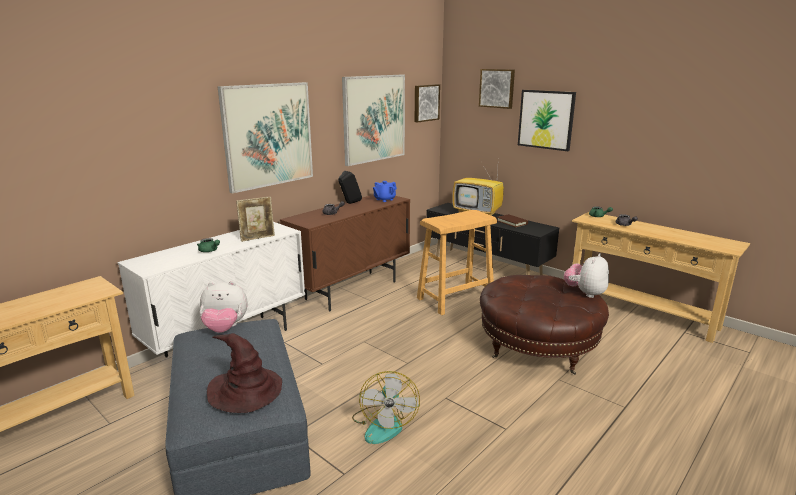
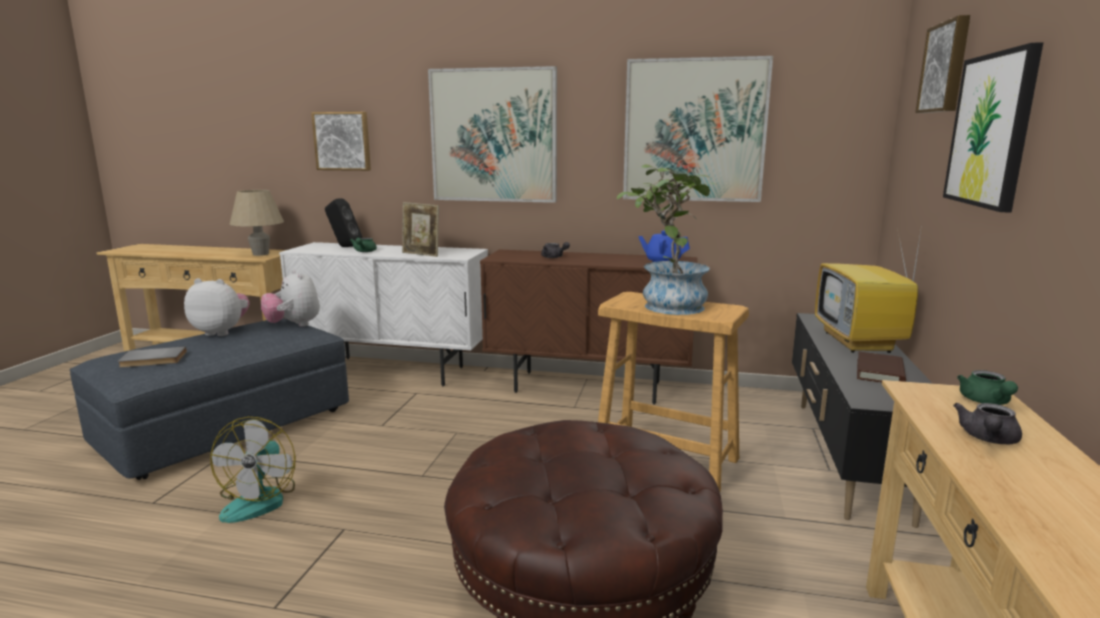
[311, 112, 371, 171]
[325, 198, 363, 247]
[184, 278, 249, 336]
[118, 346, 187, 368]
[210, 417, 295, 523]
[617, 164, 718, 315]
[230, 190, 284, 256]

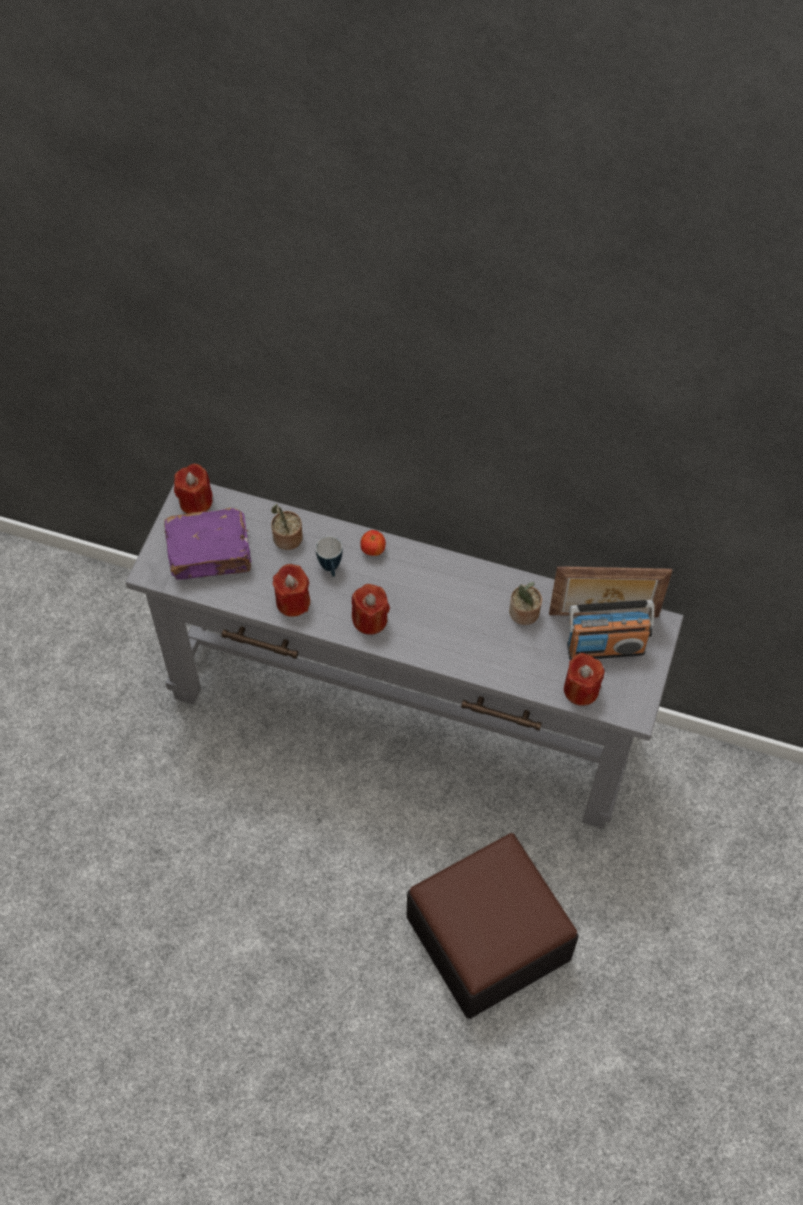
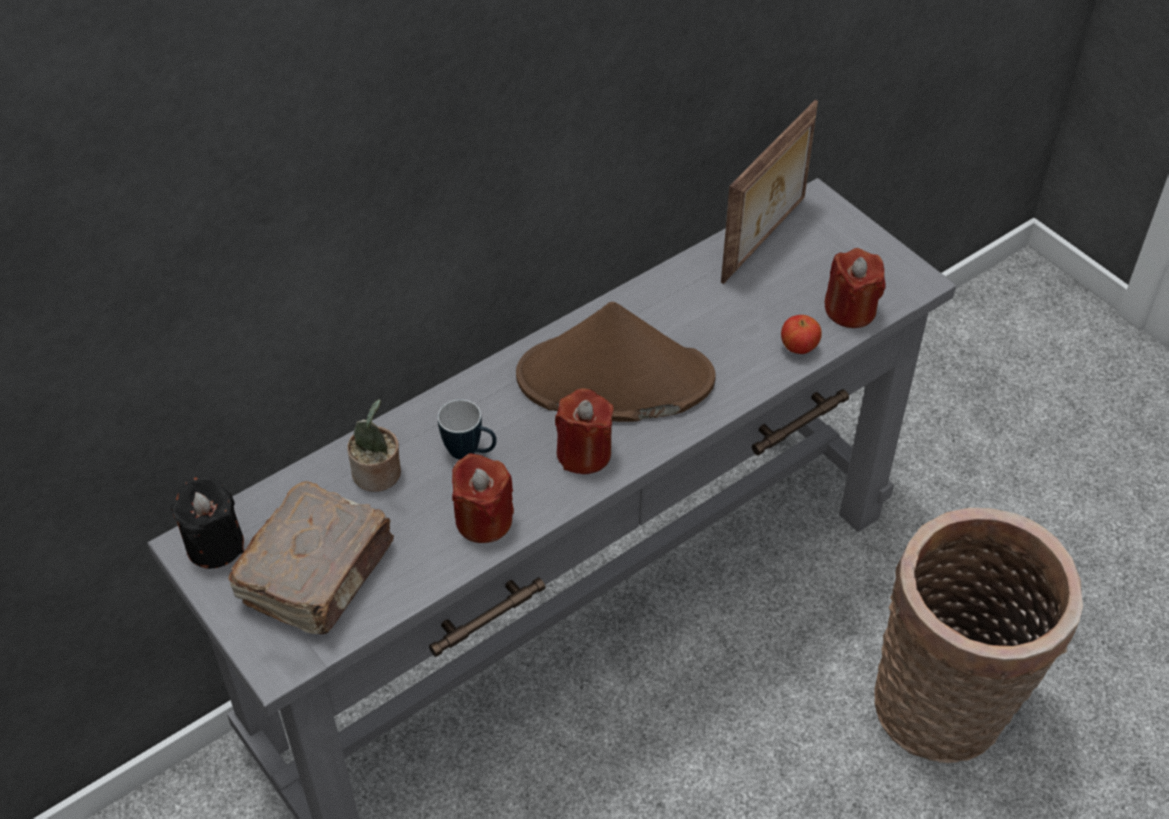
[171, 476, 244, 569]
[228, 481, 394, 634]
[781, 315, 822, 354]
[509, 582, 542, 625] (first image)
[567, 600, 655, 660] (first image)
[875, 508, 1083, 763]
[516, 302, 716, 422]

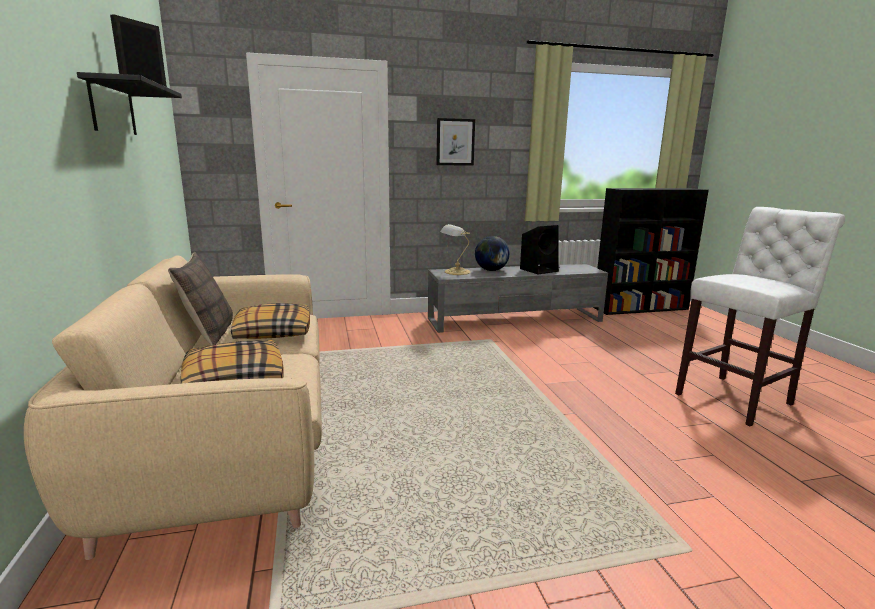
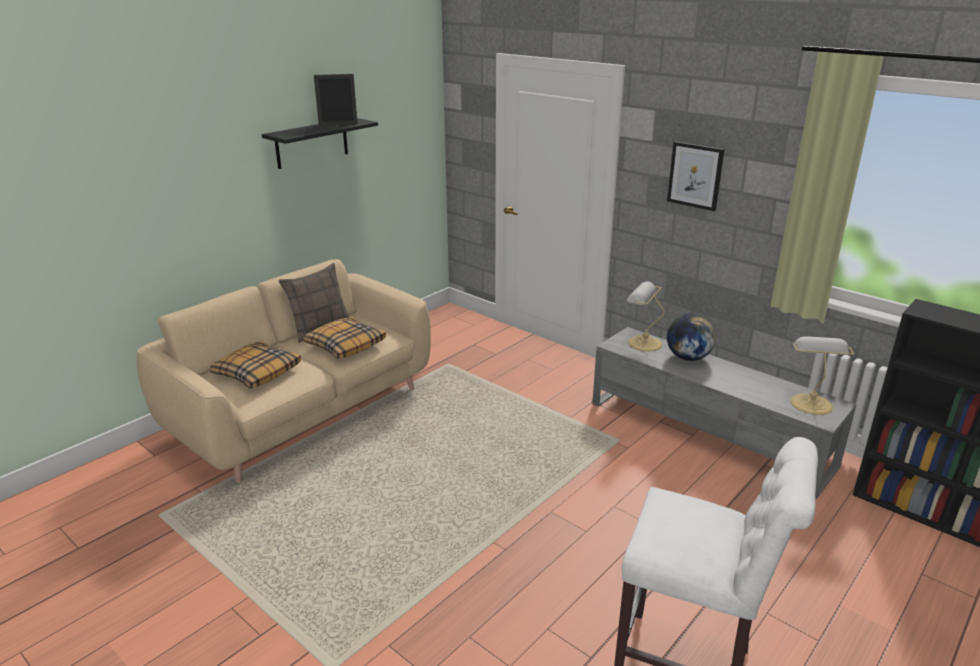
[520, 225, 559, 274] (first image)
[791, 336, 854, 415]

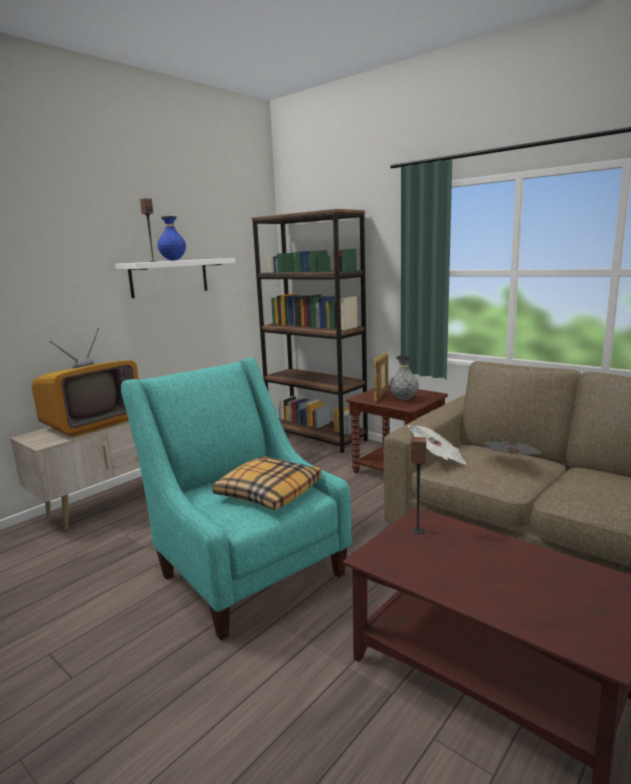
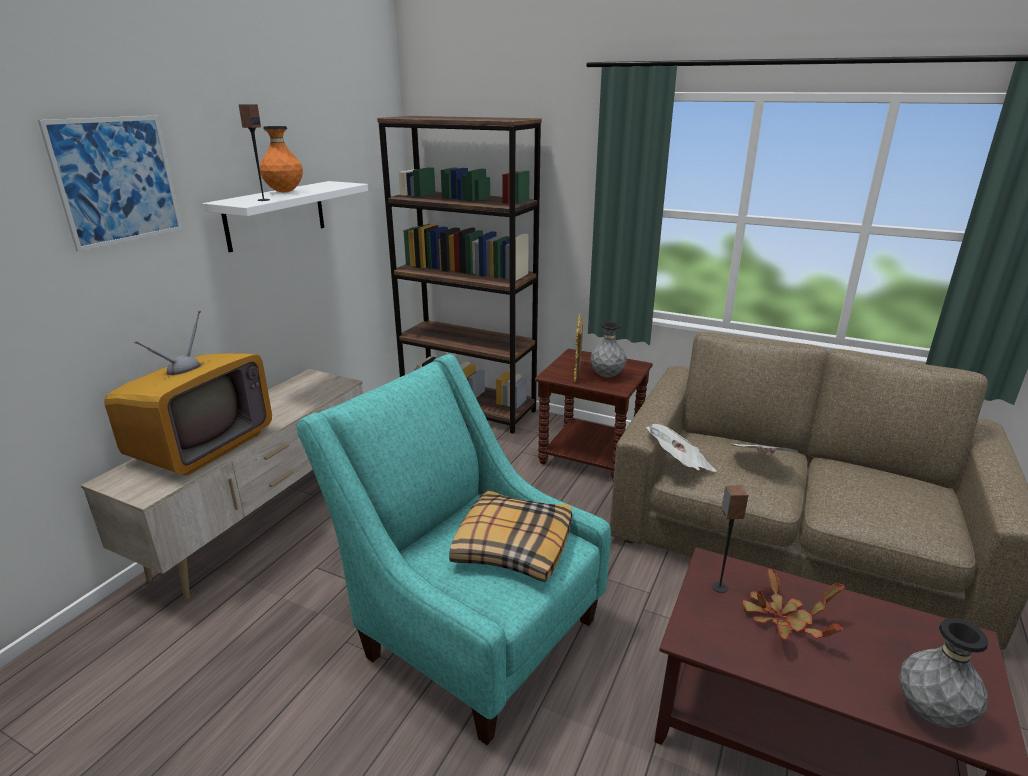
[260, 126, 303, 193]
[38, 116, 183, 252]
[742, 568, 845, 640]
[899, 618, 988, 728]

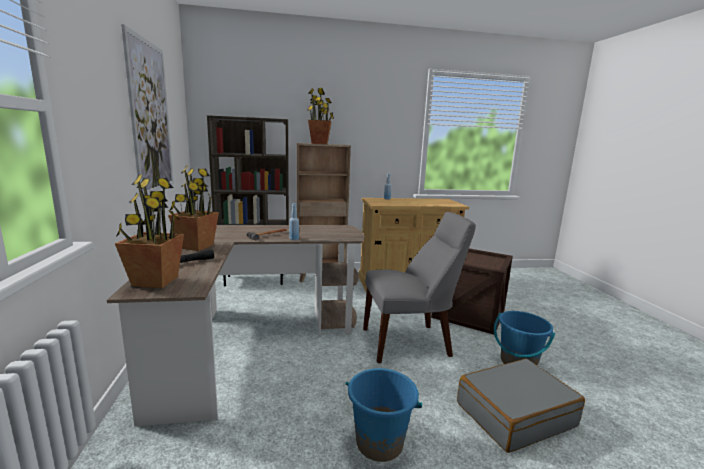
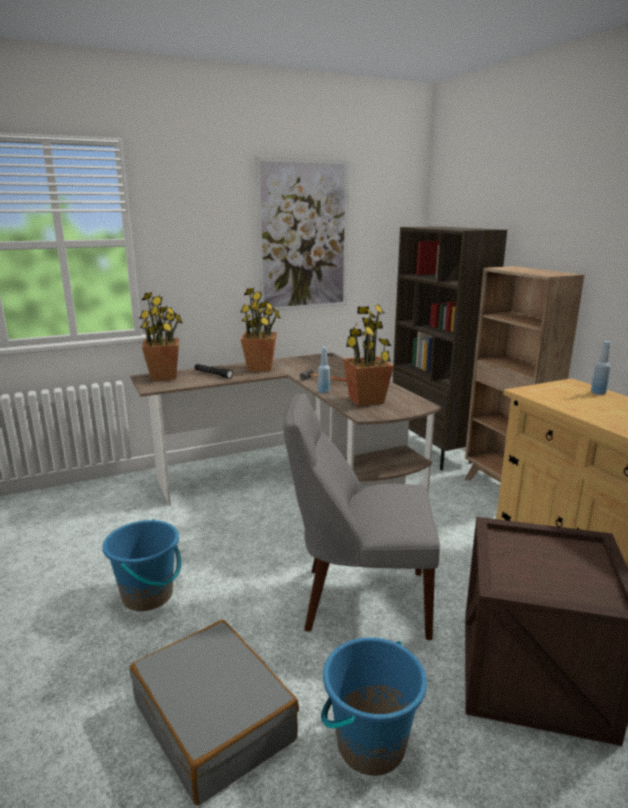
[343, 304, 394, 406]
[283, 393, 440, 640]

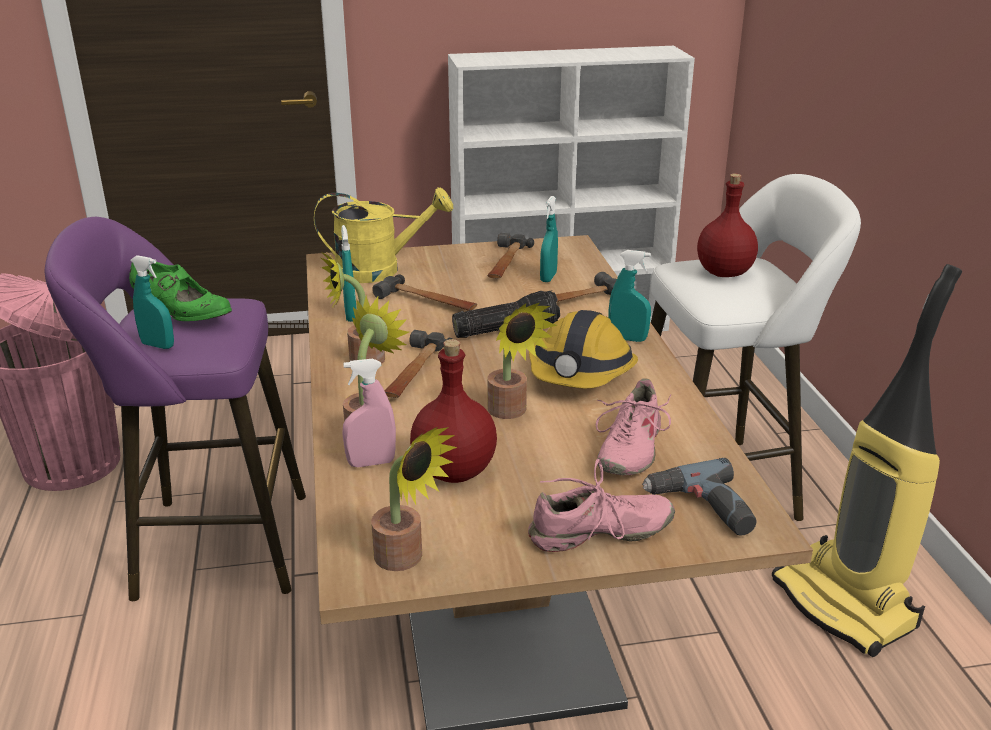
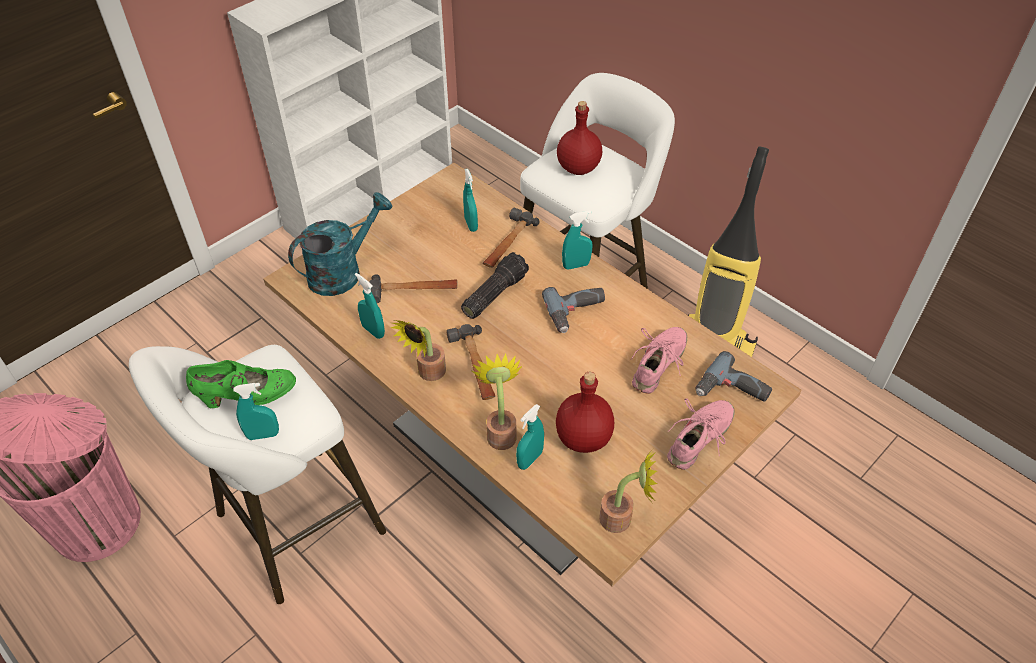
[288, 192, 392, 296]
[129, 345, 386, 604]
[488, 233, 534, 279] (first image)
[487, 303, 558, 419] (first image)
[542, 287, 605, 333]
[516, 404, 544, 470]
[630, 327, 687, 394]

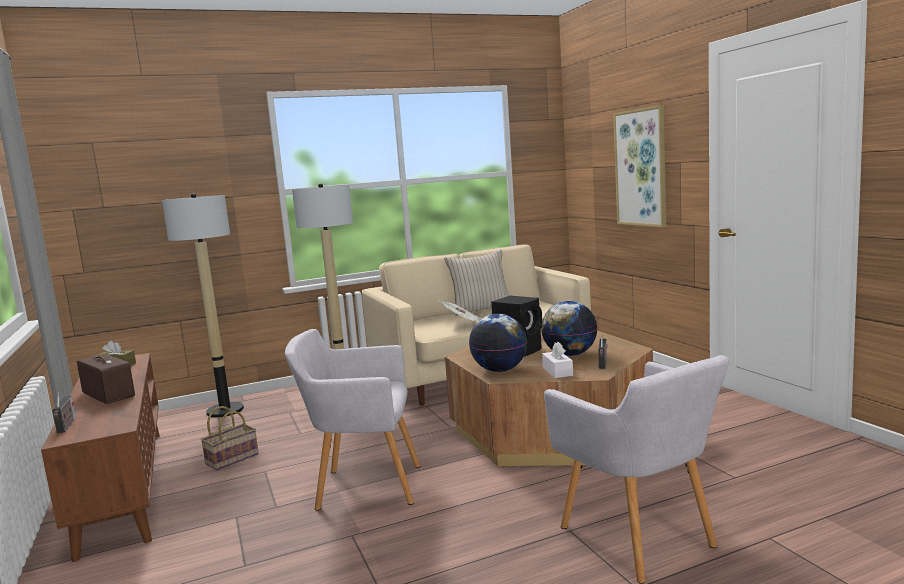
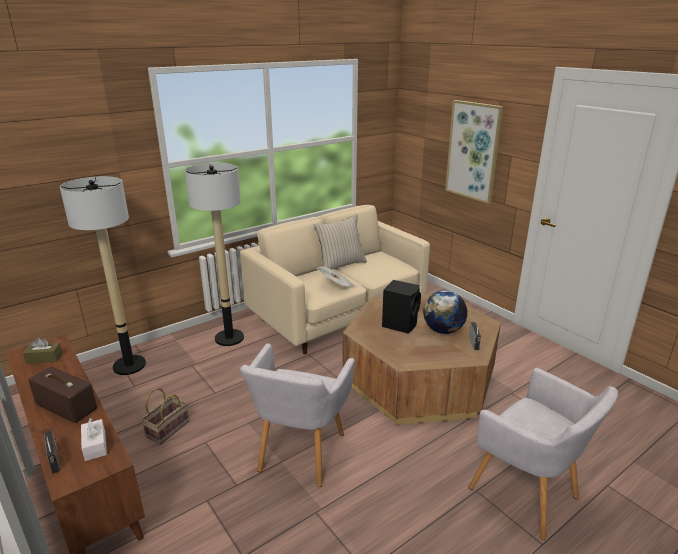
[469, 314, 527, 372] (first image)
[240, 343, 355, 487]
[81, 418, 107, 461]

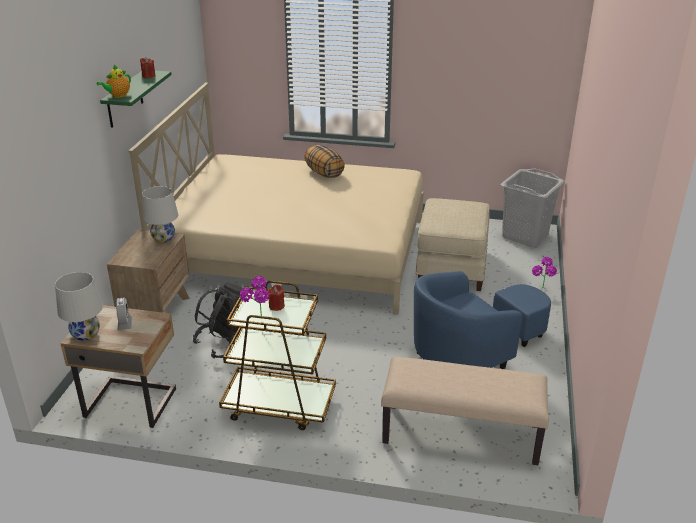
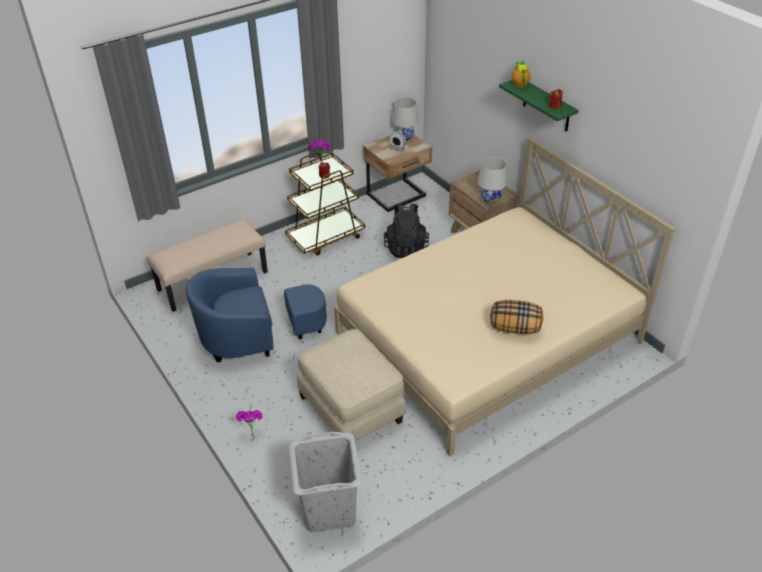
[186, 268, 327, 362]

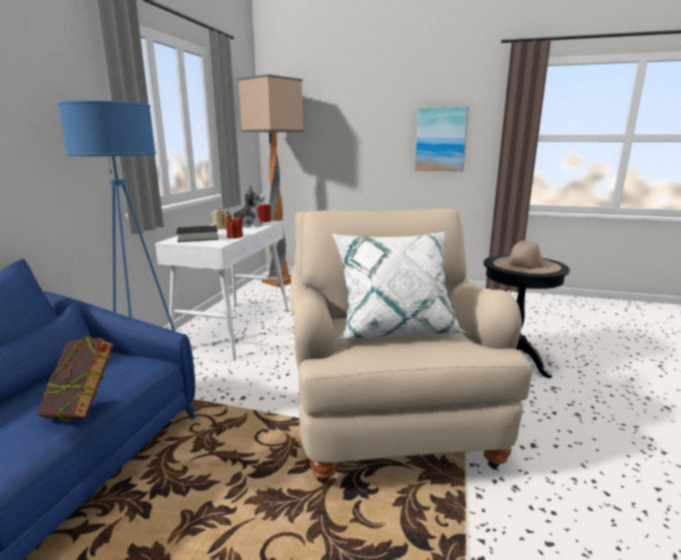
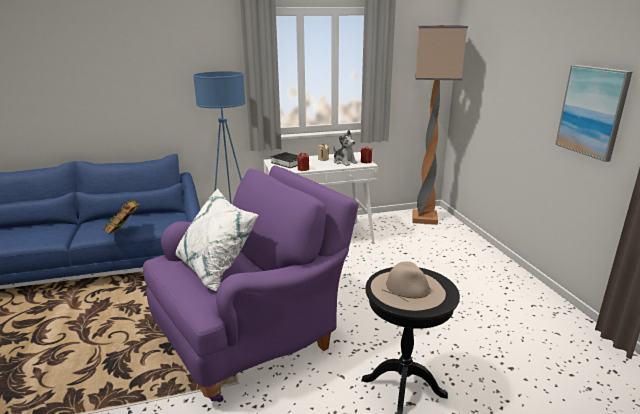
[143, 165, 358, 402]

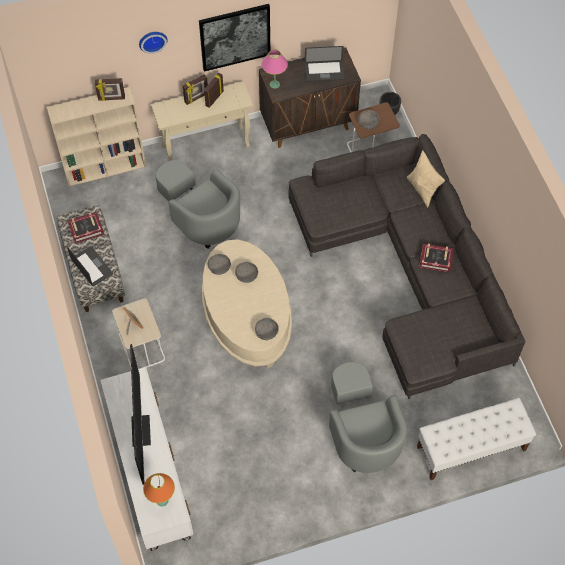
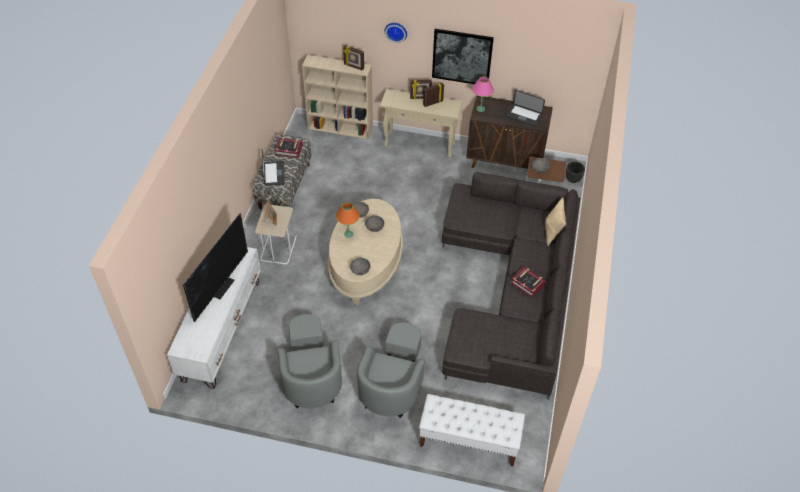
[277, 314, 342, 408]
[336, 202, 360, 238]

